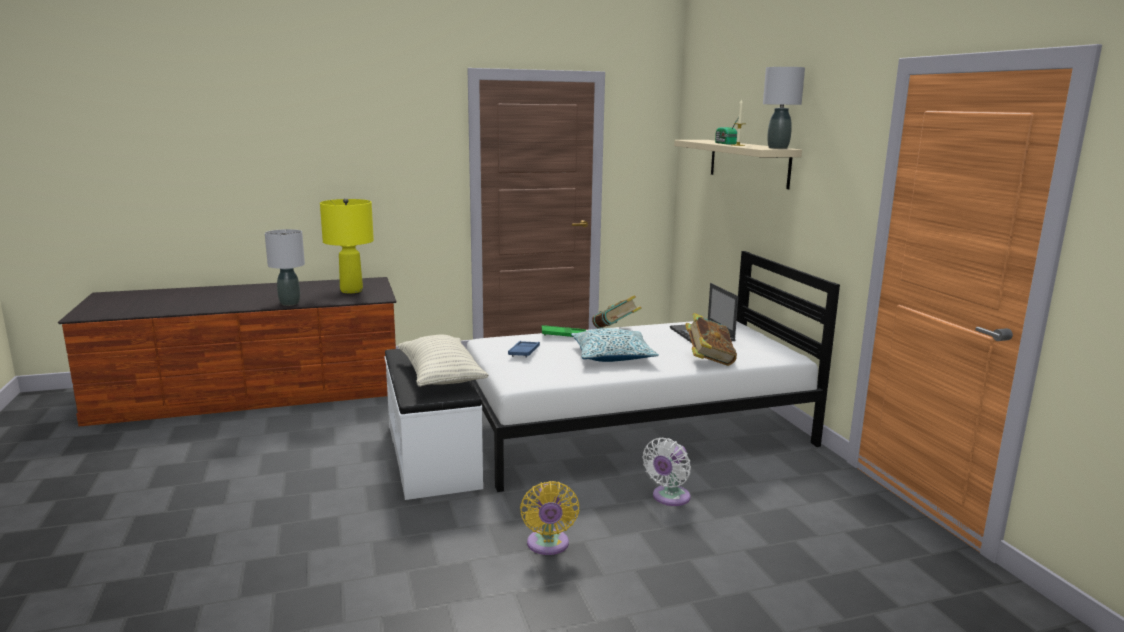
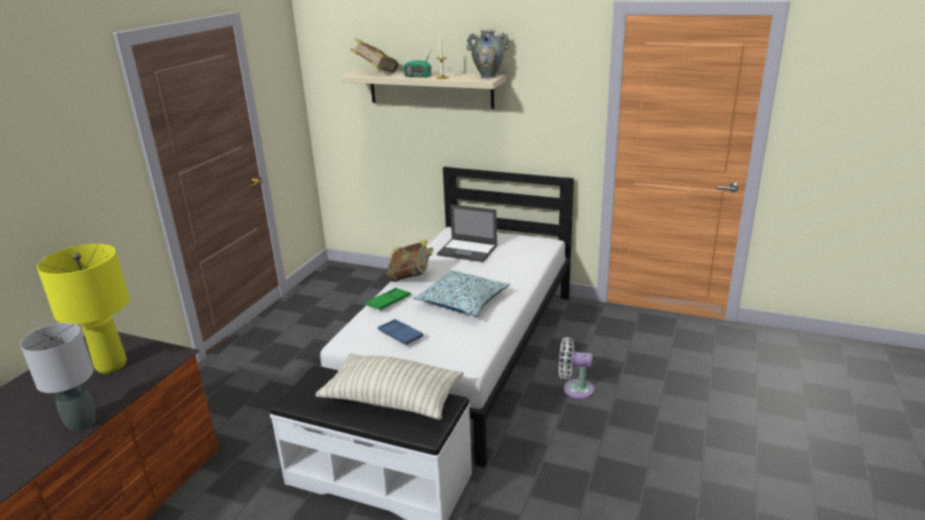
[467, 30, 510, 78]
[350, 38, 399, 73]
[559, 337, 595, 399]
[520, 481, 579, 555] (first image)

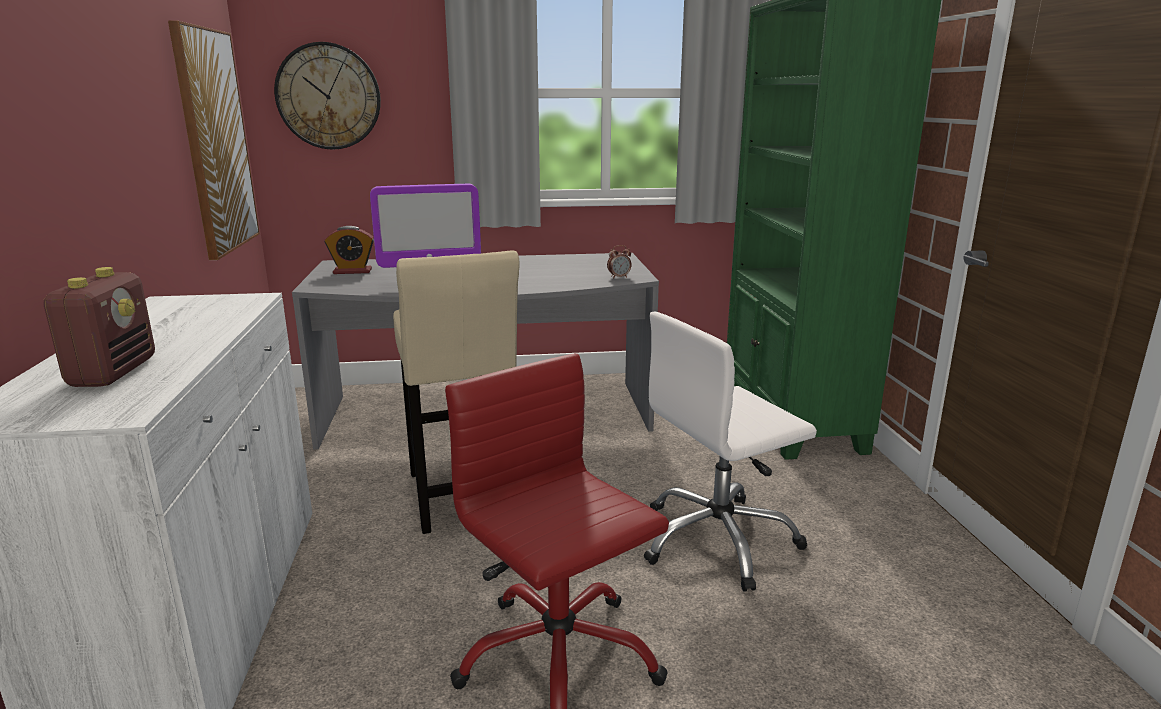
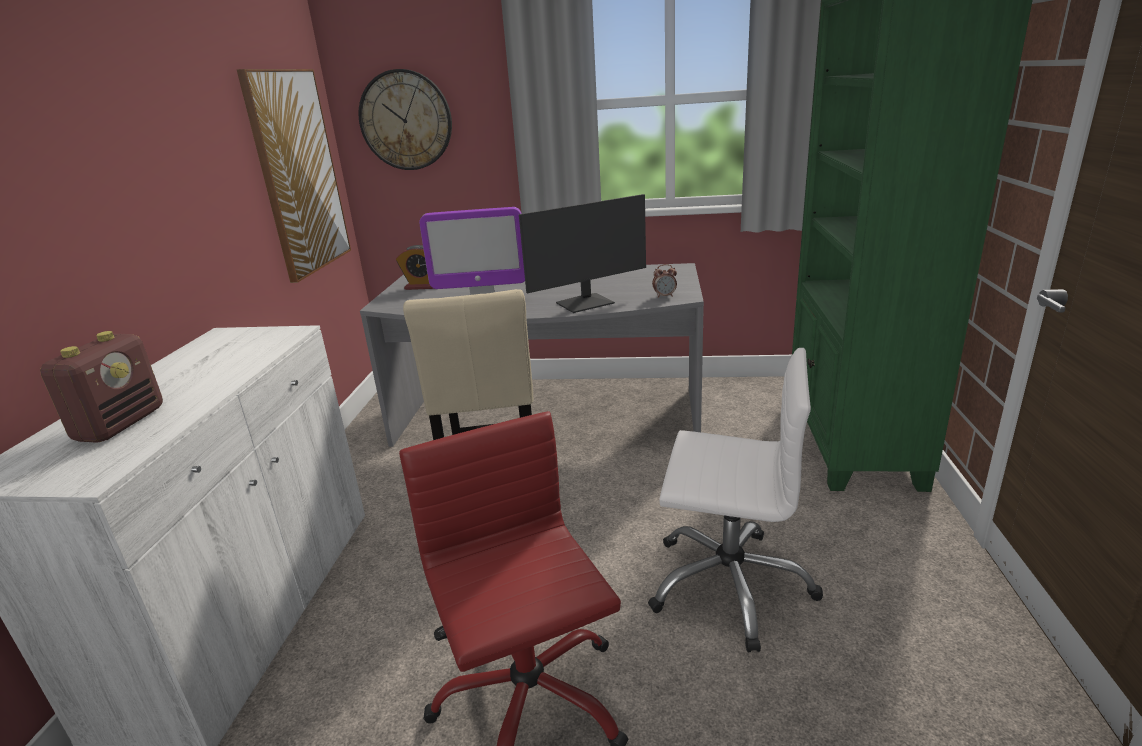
[648, 348, 823, 652]
[519, 194, 646, 313]

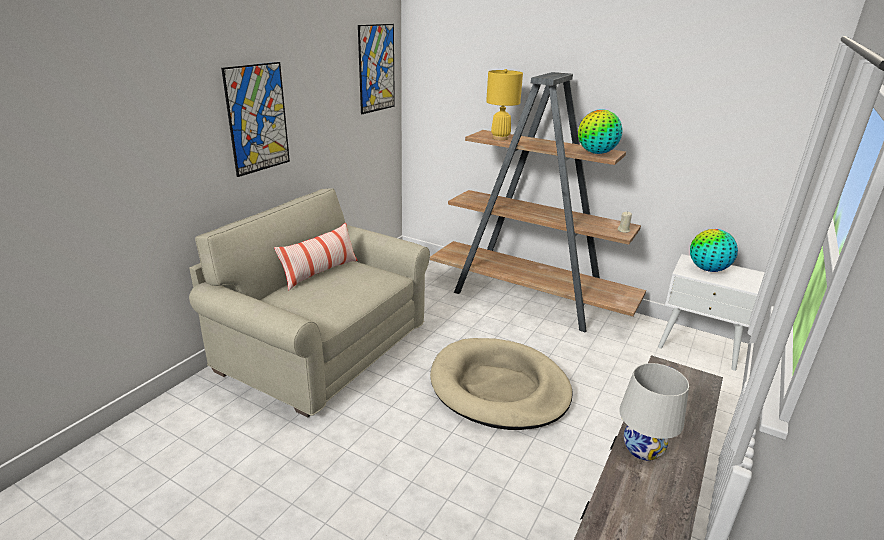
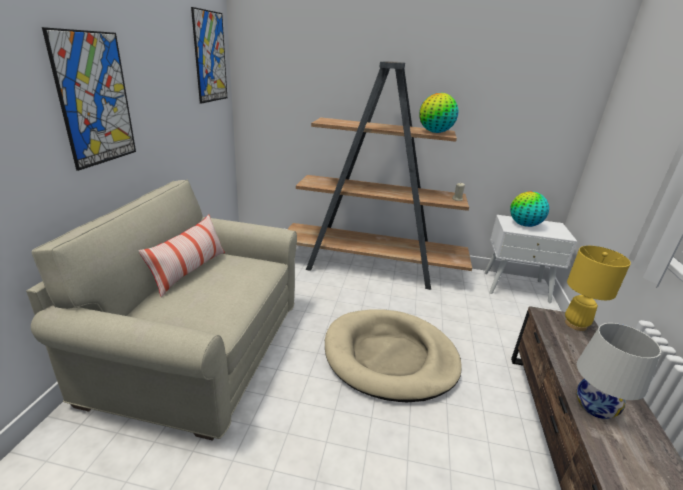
[565, 246, 631, 331]

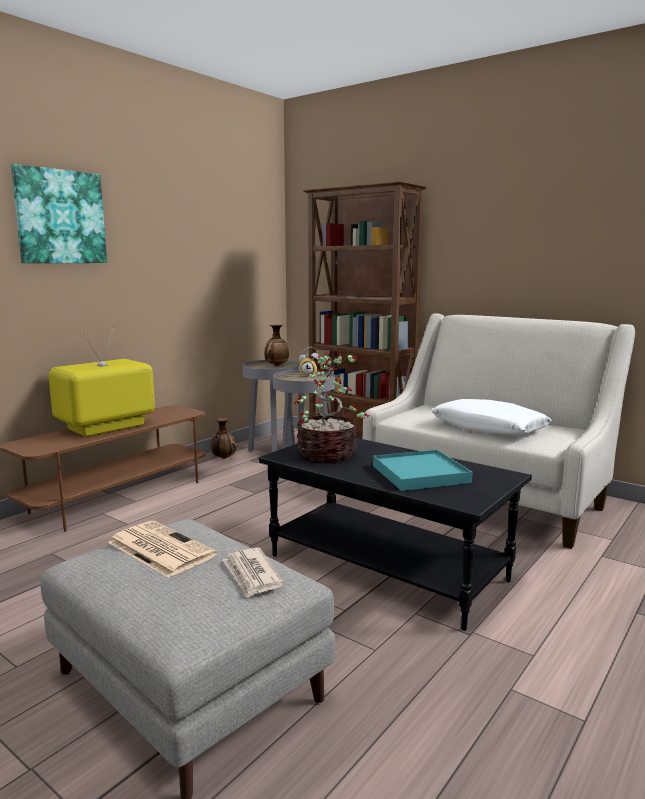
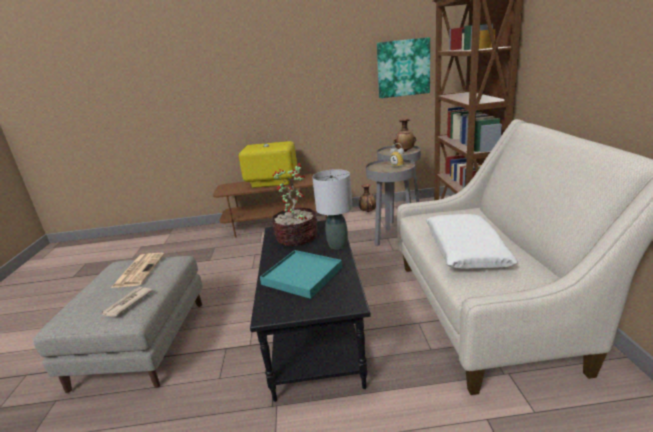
[377, 37, 430, 98]
[312, 169, 353, 249]

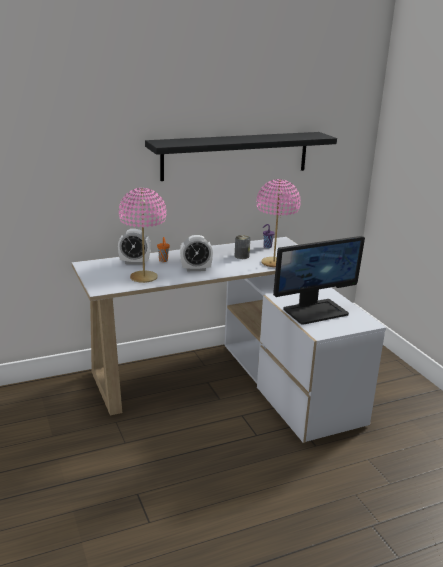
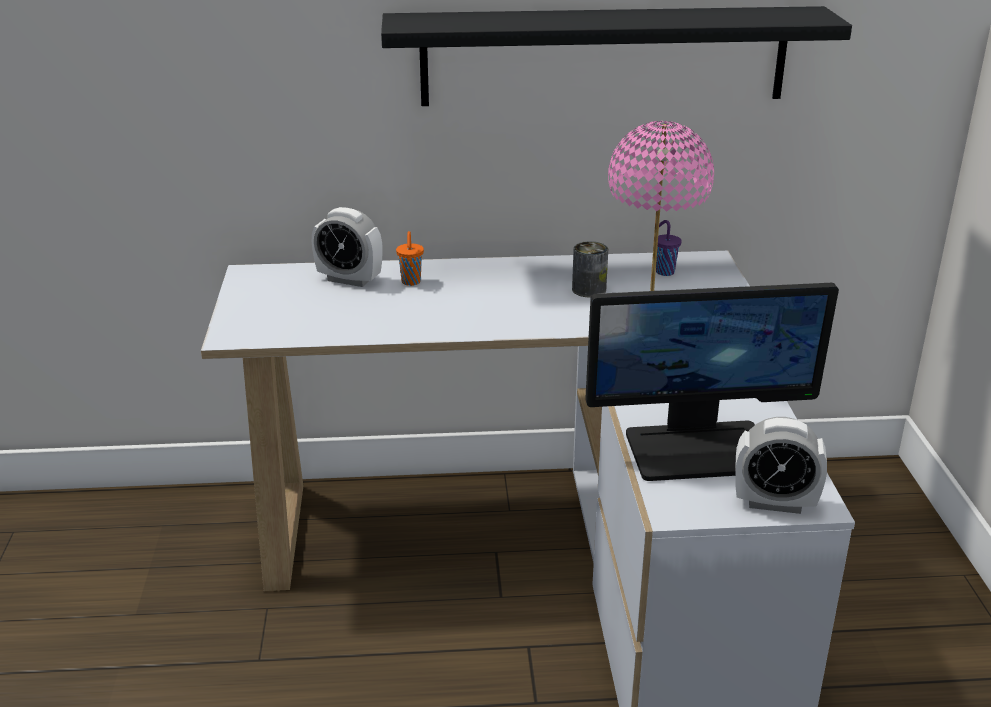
[119, 188, 166, 283] (first image)
[735, 417, 827, 514]

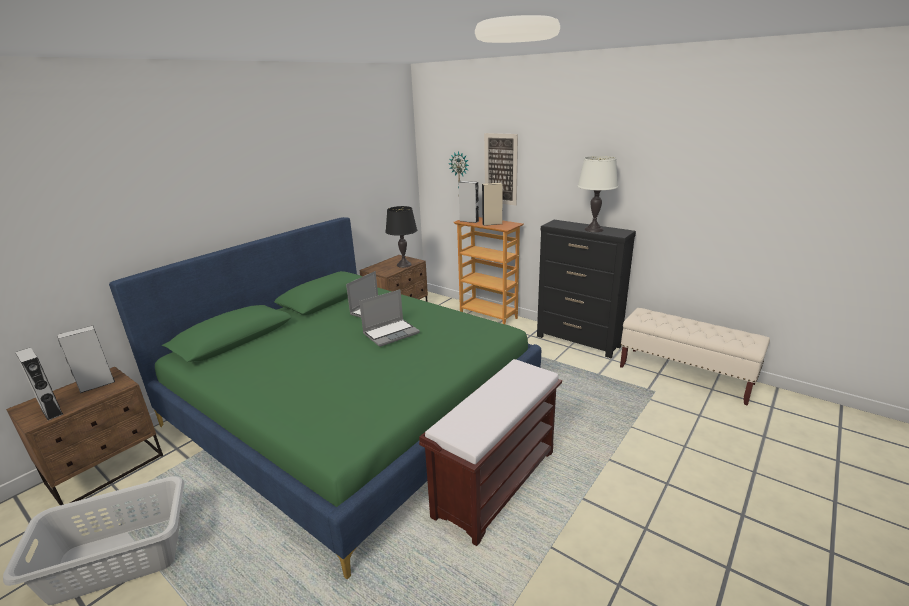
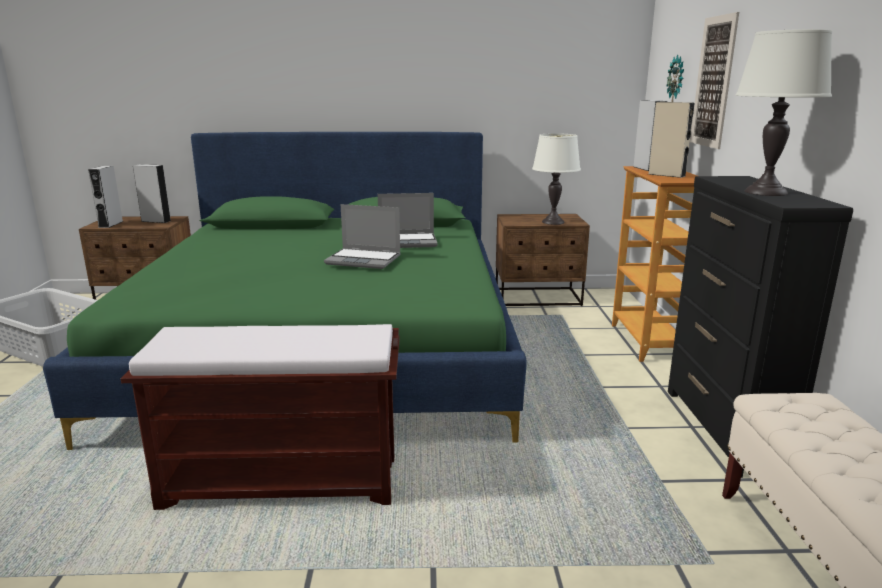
[532, 133, 581, 225]

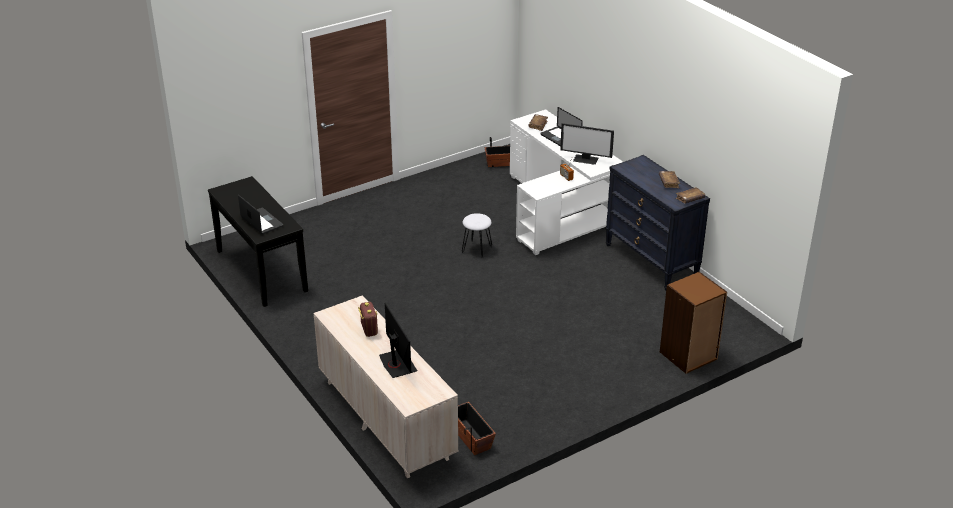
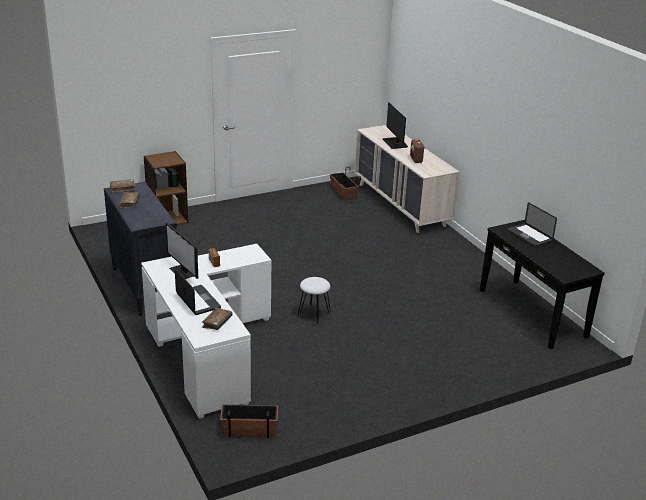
[166, 222, 198, 279]

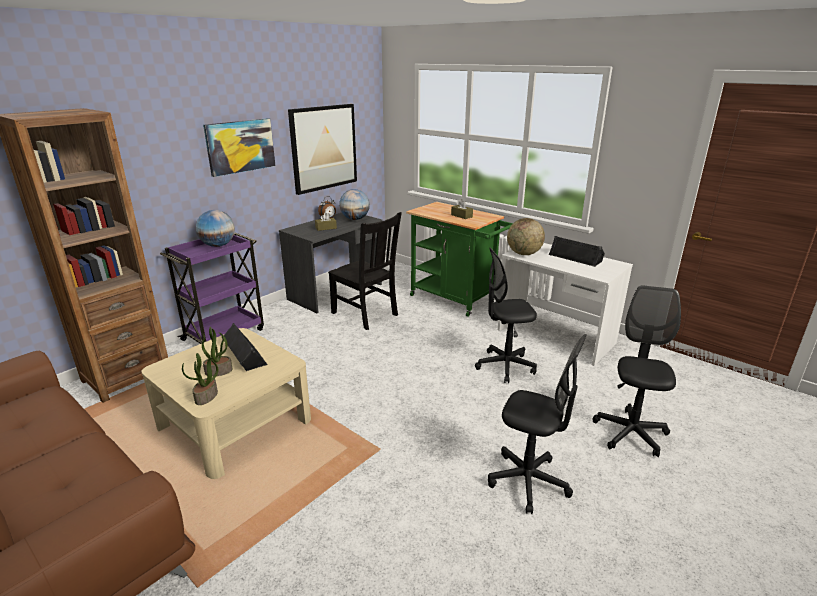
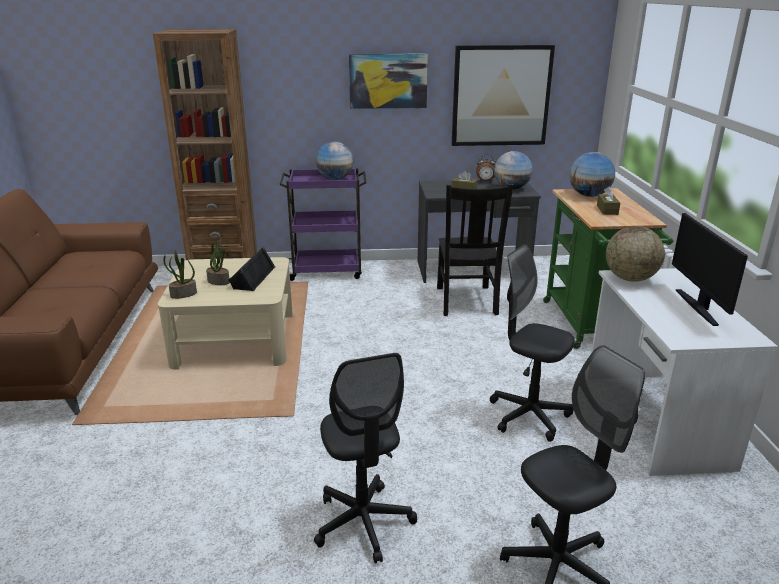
[672, 213, 748, 326]
[570, 152, 615, 197]

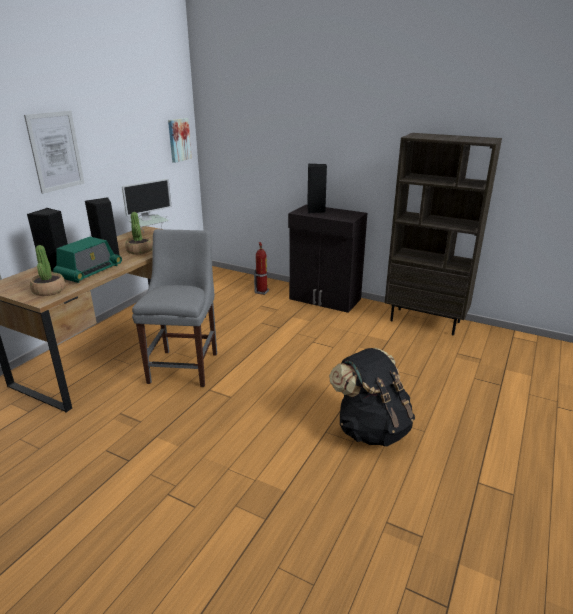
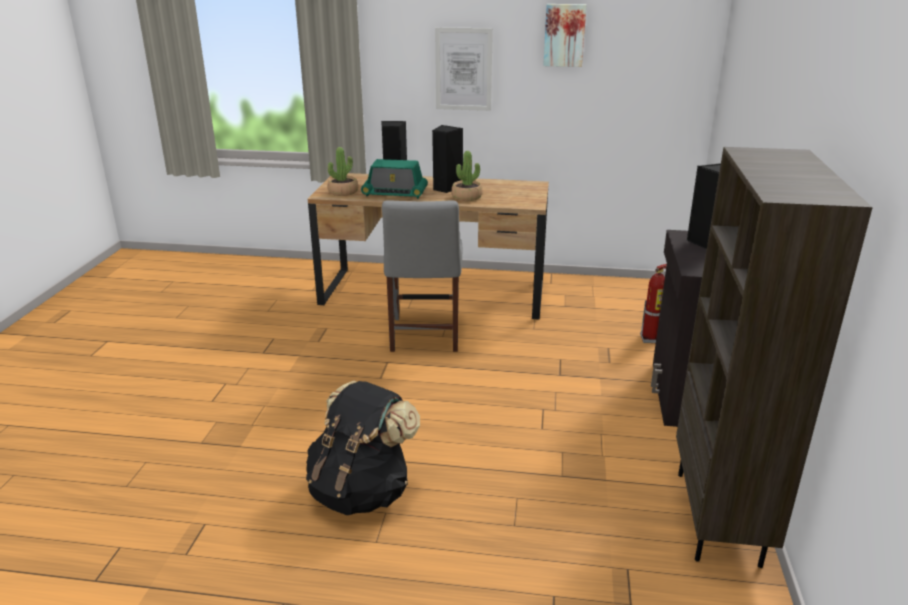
[543, 4, 587, 67]
[122, 179, 172, 232] (first image)
[382, 200, 462, 352]

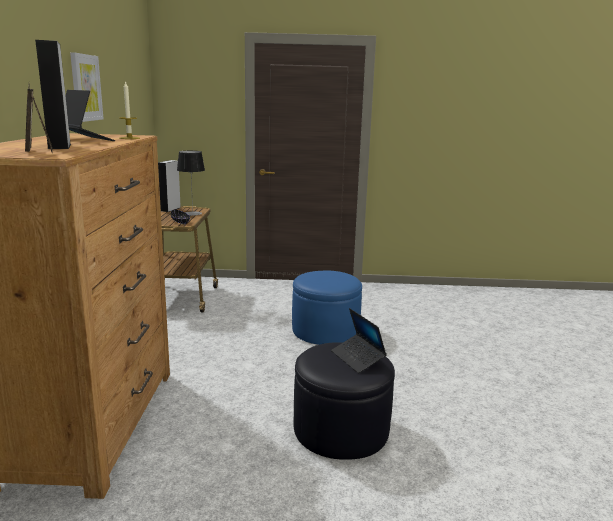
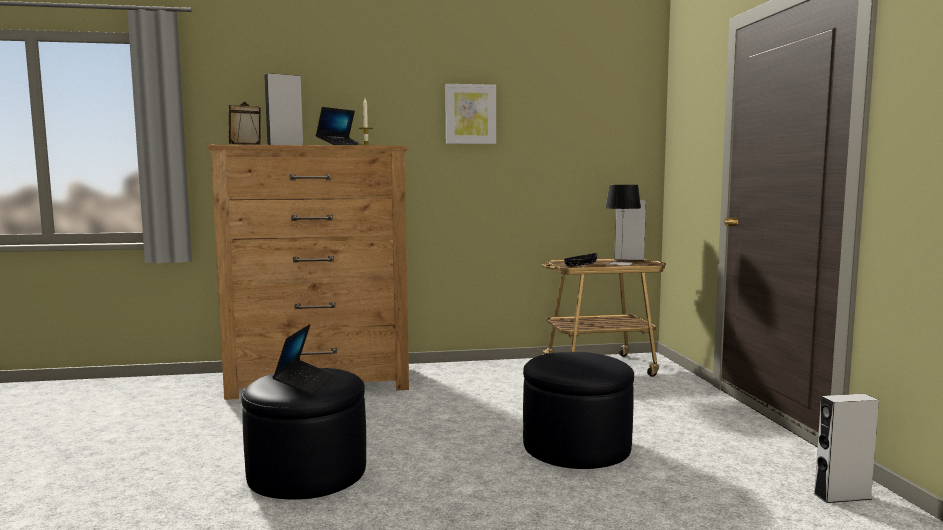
[523, 352, 634, 469]
[273, 324, 334, 395]
[813, 394, 879, 503]

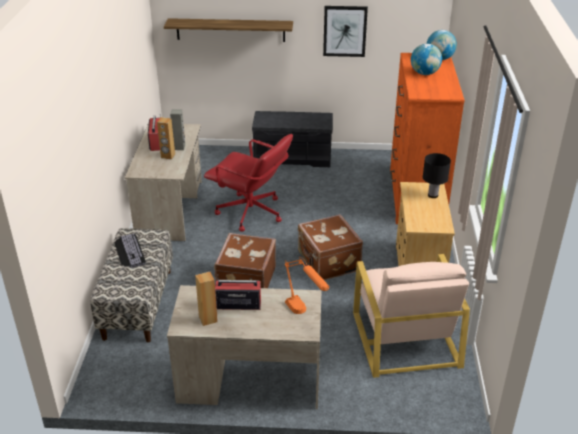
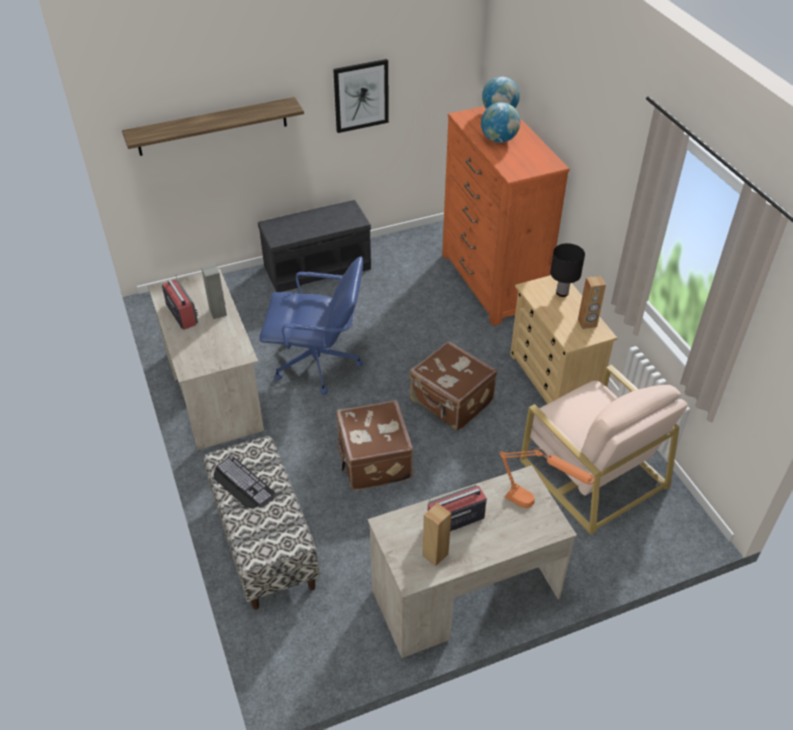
[578, 276, 606, 329]
[259, 256, 363, 394]

